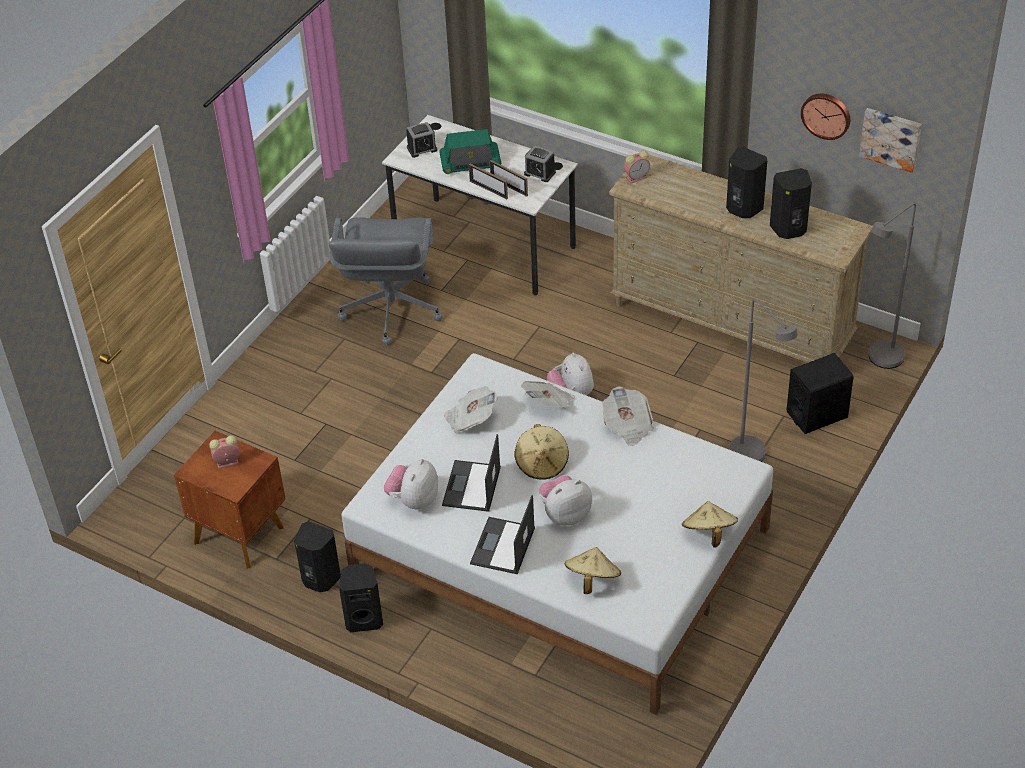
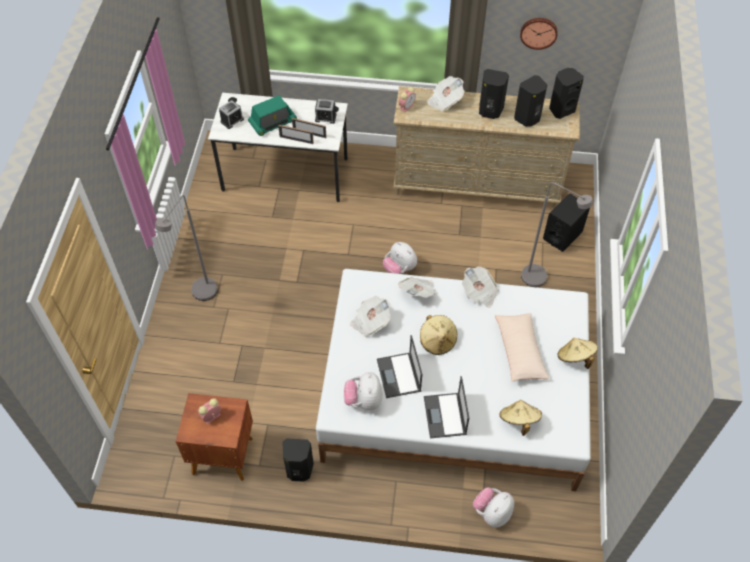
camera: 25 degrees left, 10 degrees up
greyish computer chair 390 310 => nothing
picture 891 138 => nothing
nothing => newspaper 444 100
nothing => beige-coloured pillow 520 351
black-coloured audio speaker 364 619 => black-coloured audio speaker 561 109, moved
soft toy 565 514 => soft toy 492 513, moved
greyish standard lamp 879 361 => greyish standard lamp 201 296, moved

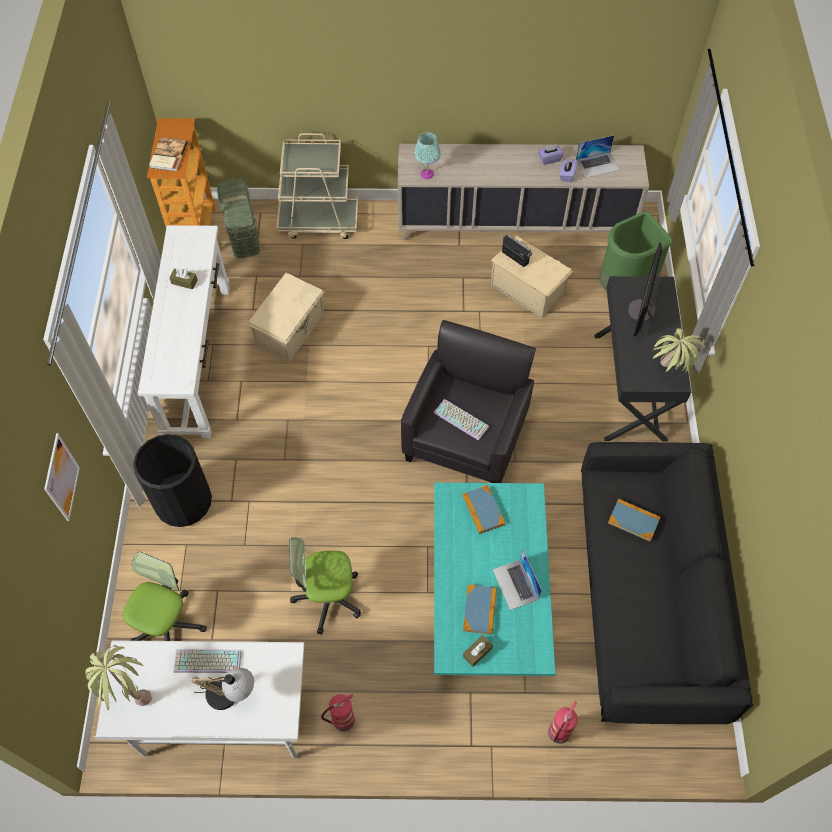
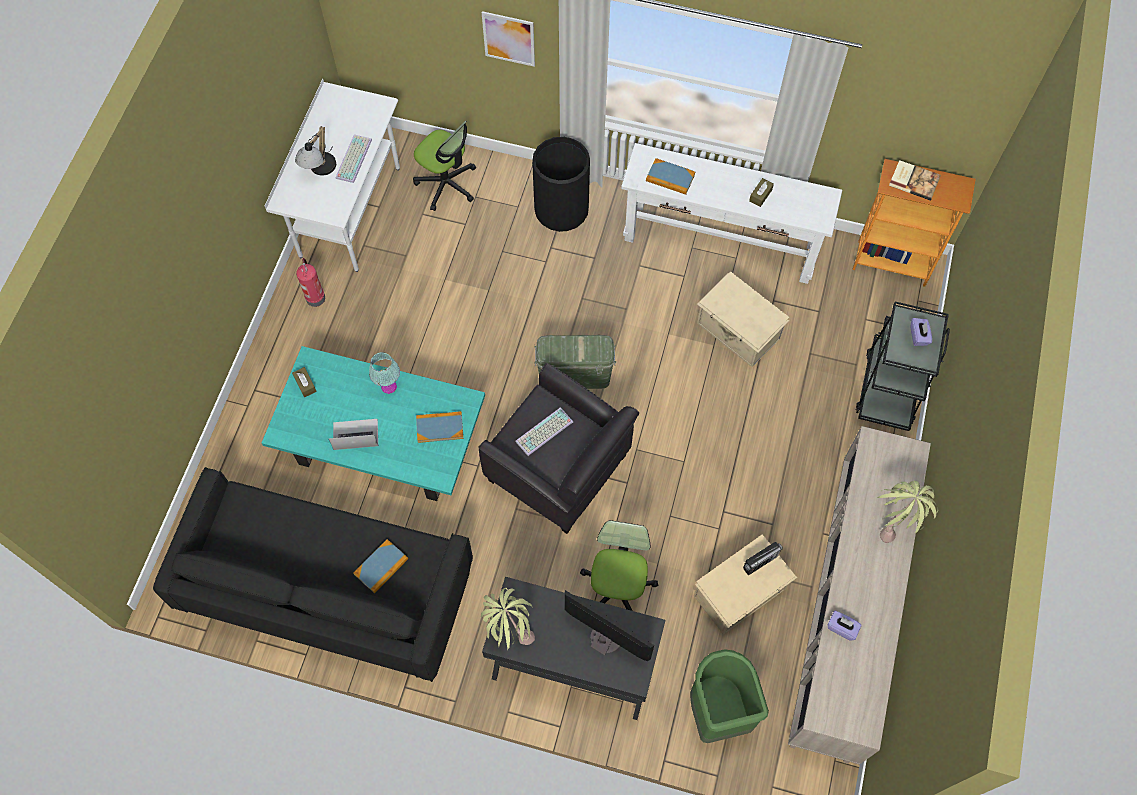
camera: 105 degrees right, 5 degrees up
extinguisher 558 733 => nothing
notebook computer 597 165 => nothing
houseplant 127 692 => houseplant 895 523, moved
greenish storage container 242 234 => greenish storage container 575 374, moved
computer chair 328 597 => computer chair 617 588, moved
turquoise lamp for a table 427 174 => turquoise lamp for a table 388 386, moved
book 479 610 => book 670 178, moved
purple tissue box 549 159 => purple tissue box 919 336, moved
beige-coloured wheeled cart 319 221 => black-coloured wheeled cart 888 388

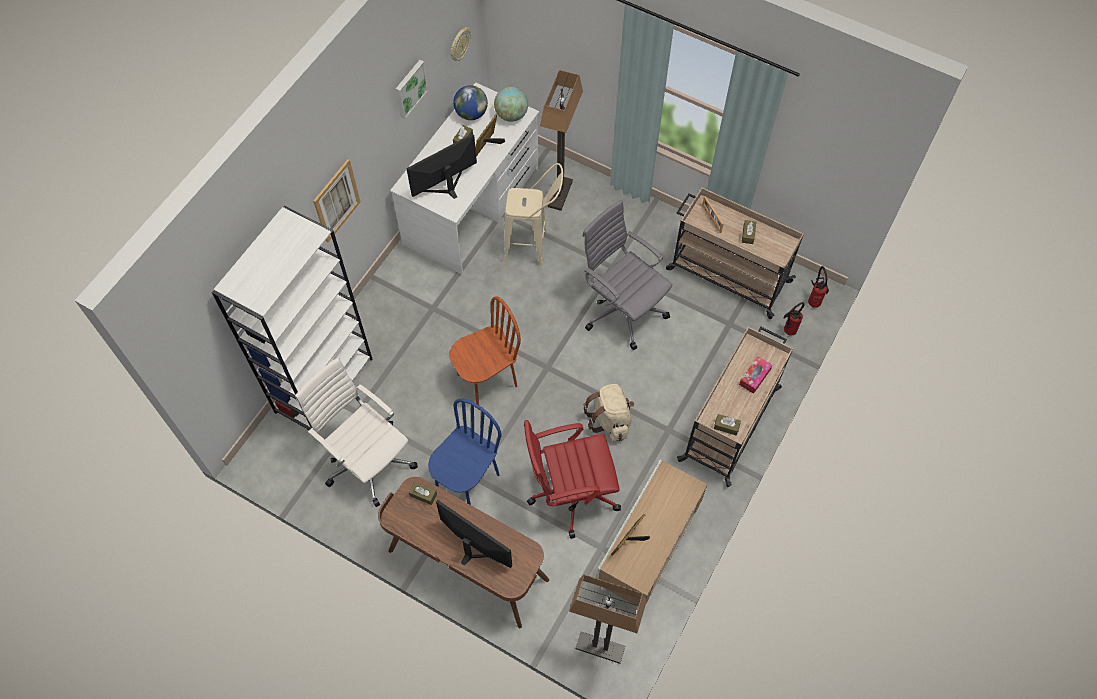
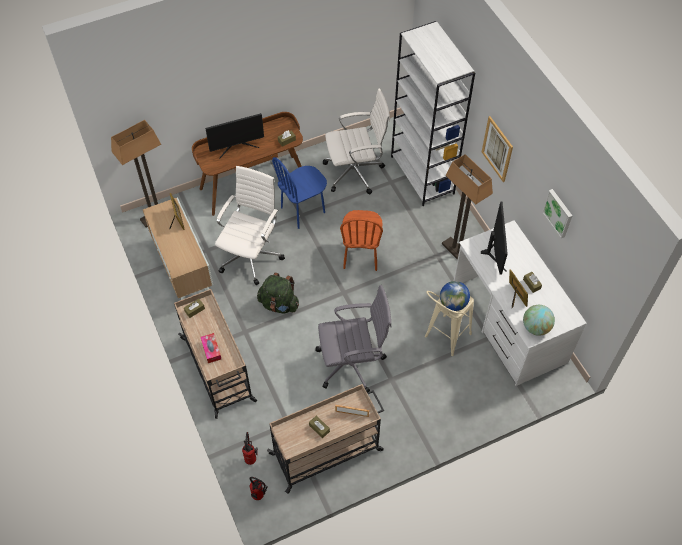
camera: 125 degrees right, 5 degrees down
clock on the wall 459 44 => nothing
globe 471 114 => globe 453 303, moved
standard lamp 560 194 => standard lamp 455 251, moved
red computer chair 570 493 => white-coloured computer chair 251 255
beige-coloured backpack 610 419 => greenish backpack 279 304
bluish upright chair 467 480 => bluish upright chair 303 210, 75 degrees clockwise

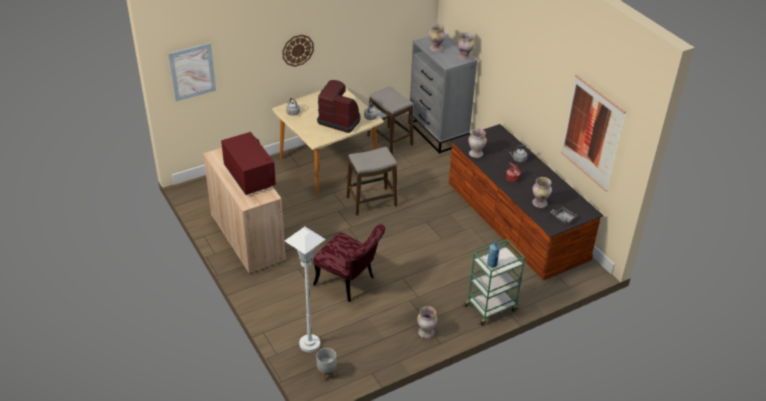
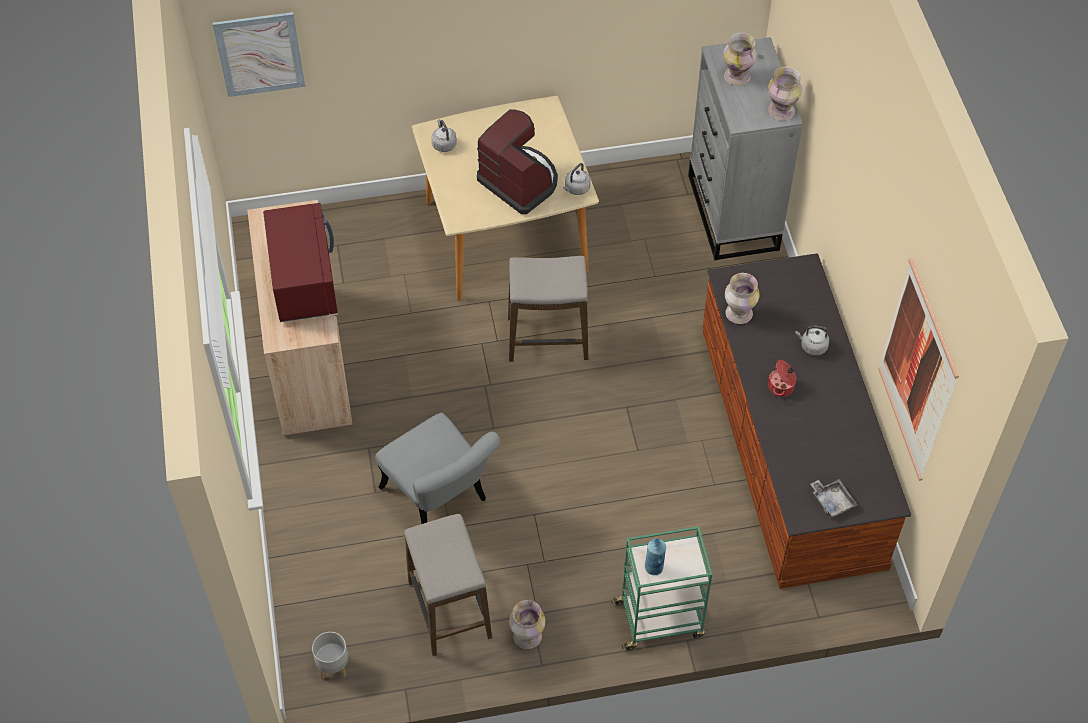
camera: 20 degrees right, 15 degrees up
clock on the wall 297 50 => nothing
white-coloured standard lamp 309 344 => nothing
decorative vase 540 203 => nothing
stool 390 140 => stool 450 609, moved
red upright chair 349 283 => greyish upright chair 440 500

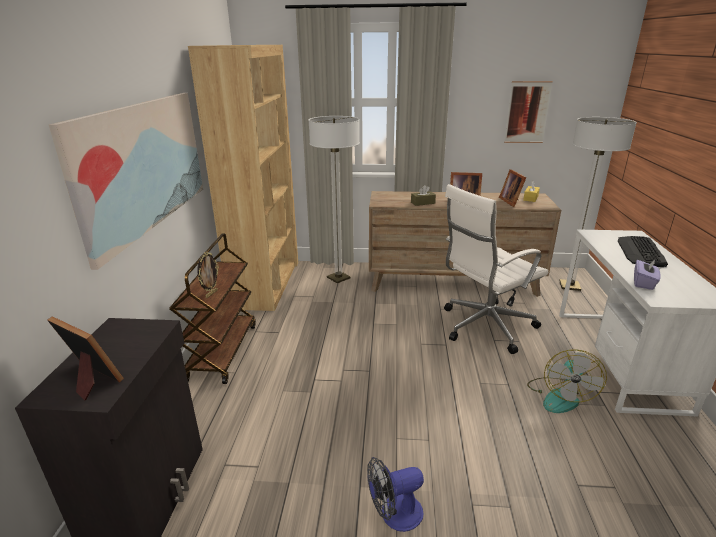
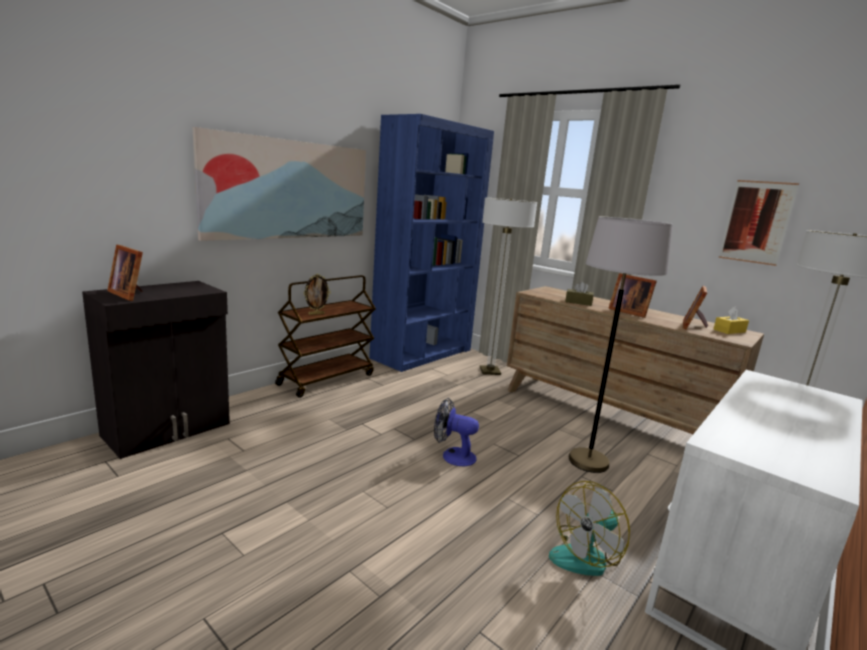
camera: 35 degrees right, 10 degrees down
PC keyboard 640 252 => nothing
purple tissue box 643 283 => nothing
cooling fan 394 515 => cooling fan 453 455, moved
white-coloured computer chair 484 326 => greyish standard lamp 588 461
brown-coloured shelving unit 266 283 => bluish shelving unit 422 354
standing frame 90 379 => standing frame 130 294, 150 degrees clockwise

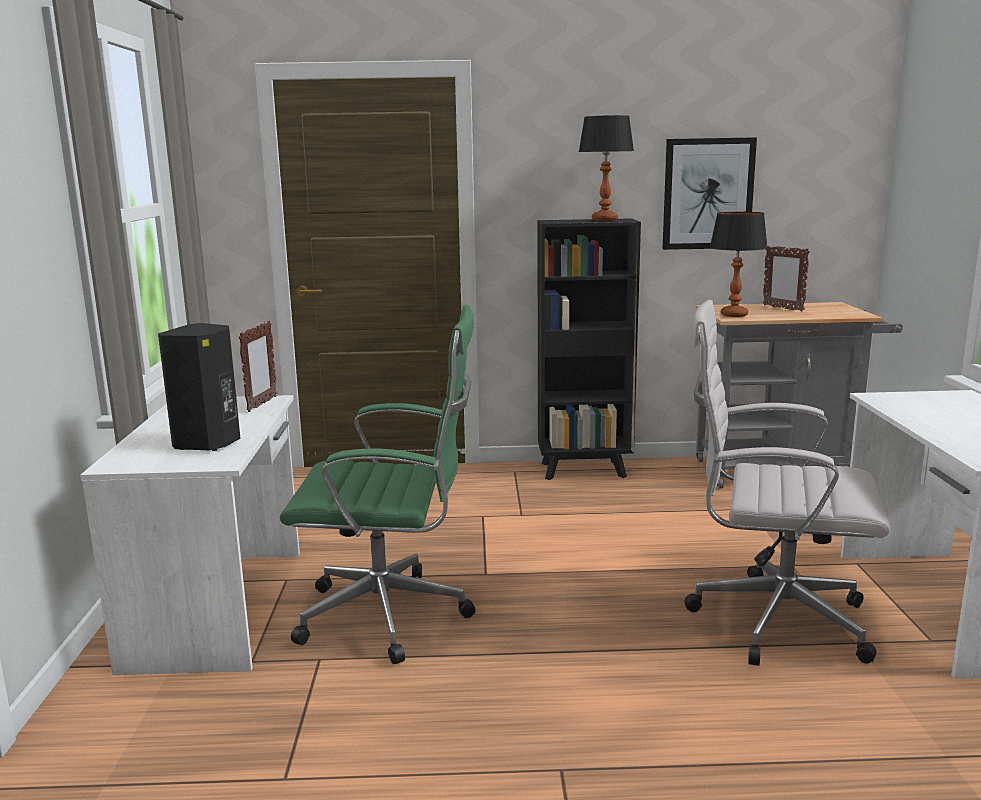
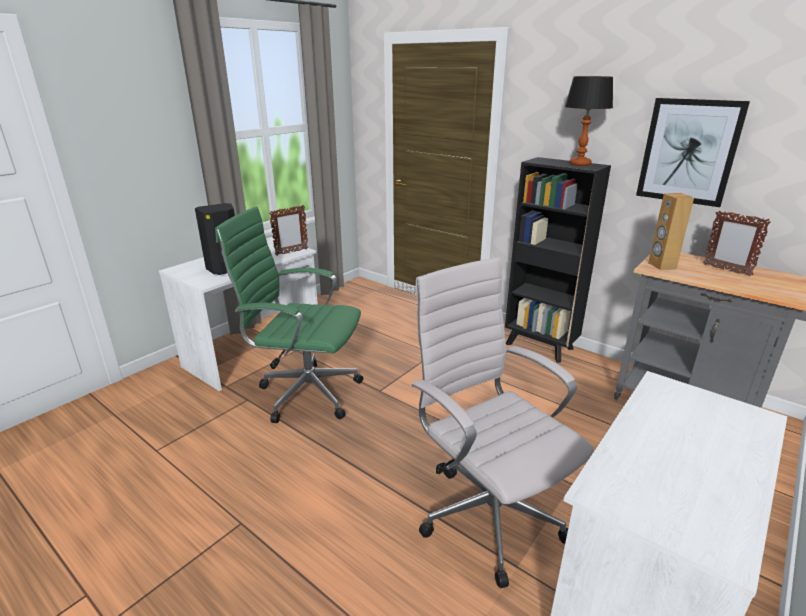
camera: 40 degrees right, 10 degrees up
lamp for a table 734 315 => brown-coloured audio speaker 661 266
greenish computer chair 392 616 => greenish computer chair 305 393, 150 degrees clockwise
standing frame 782 308 => standing frame 726 270, 45 degrees counterclockwise

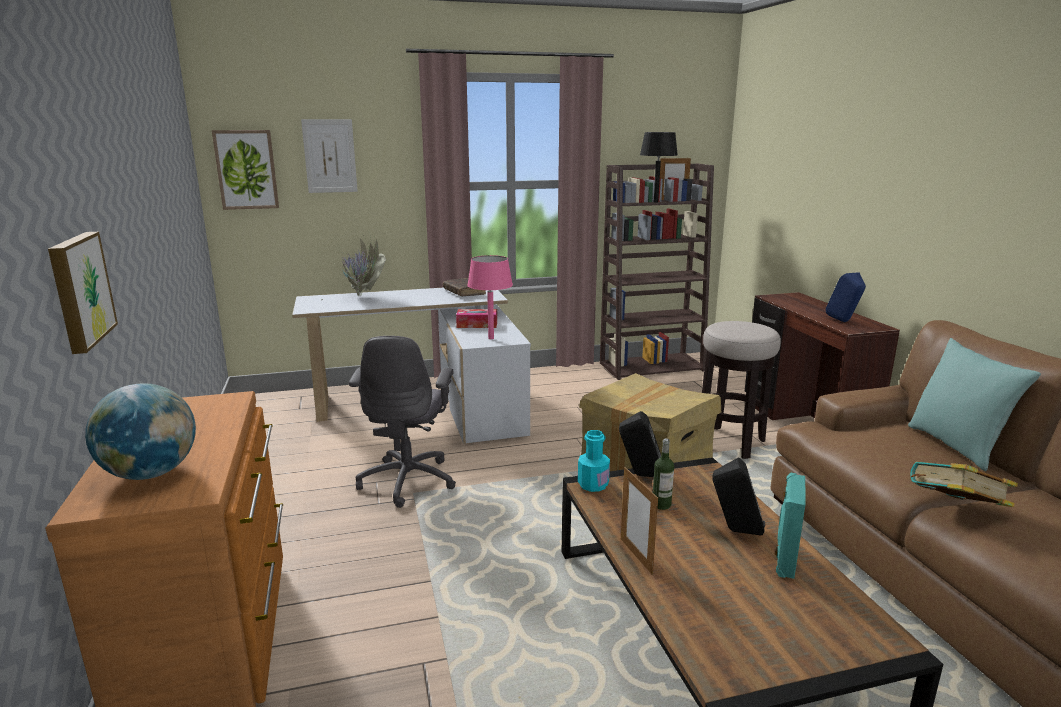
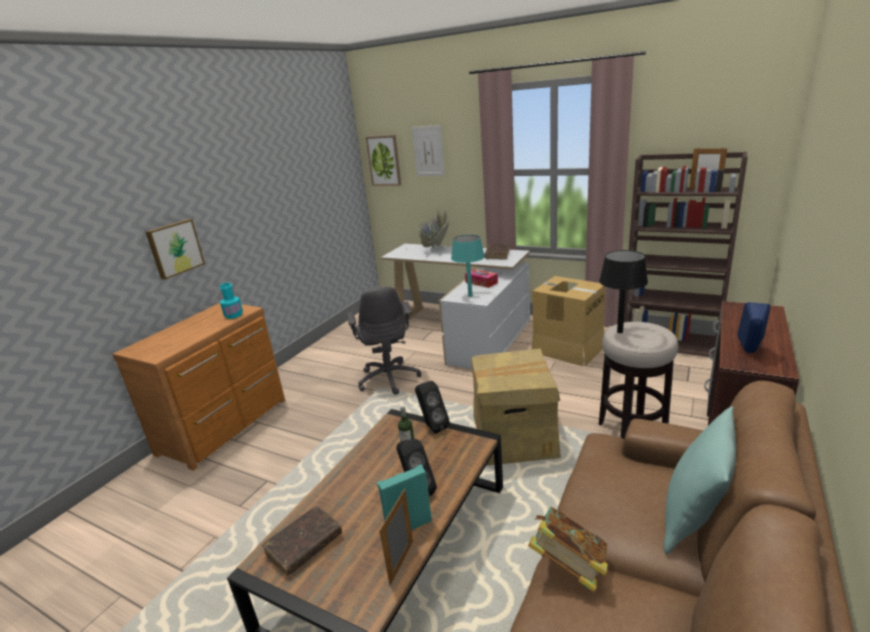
camera: 45 degrees right, 5 degrees up
globe 151 474 => nothing
nothing => brown-coloured book 304 545
nothing => cardboard box 568 348
turquoise drink bottle 593 485 => turquoise drink bottle 234 315, moved
standing frame 636 556 => standing frame 401 562, moved
black-coloured lamp for a table 655 202 => black-coloured lamp for a table 619 332, moved
pink lamp for a table 491 338 => turquoise lamp for a table 470 295
greyish computer chair 408 480 => greyish computer chair 389 378, 60 degrees counterclockwise

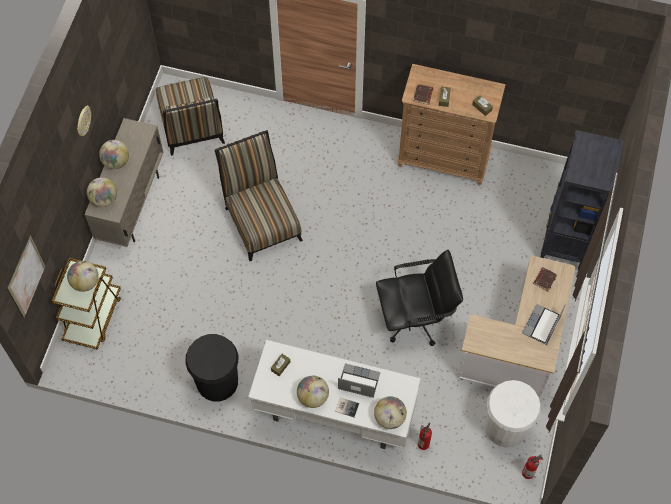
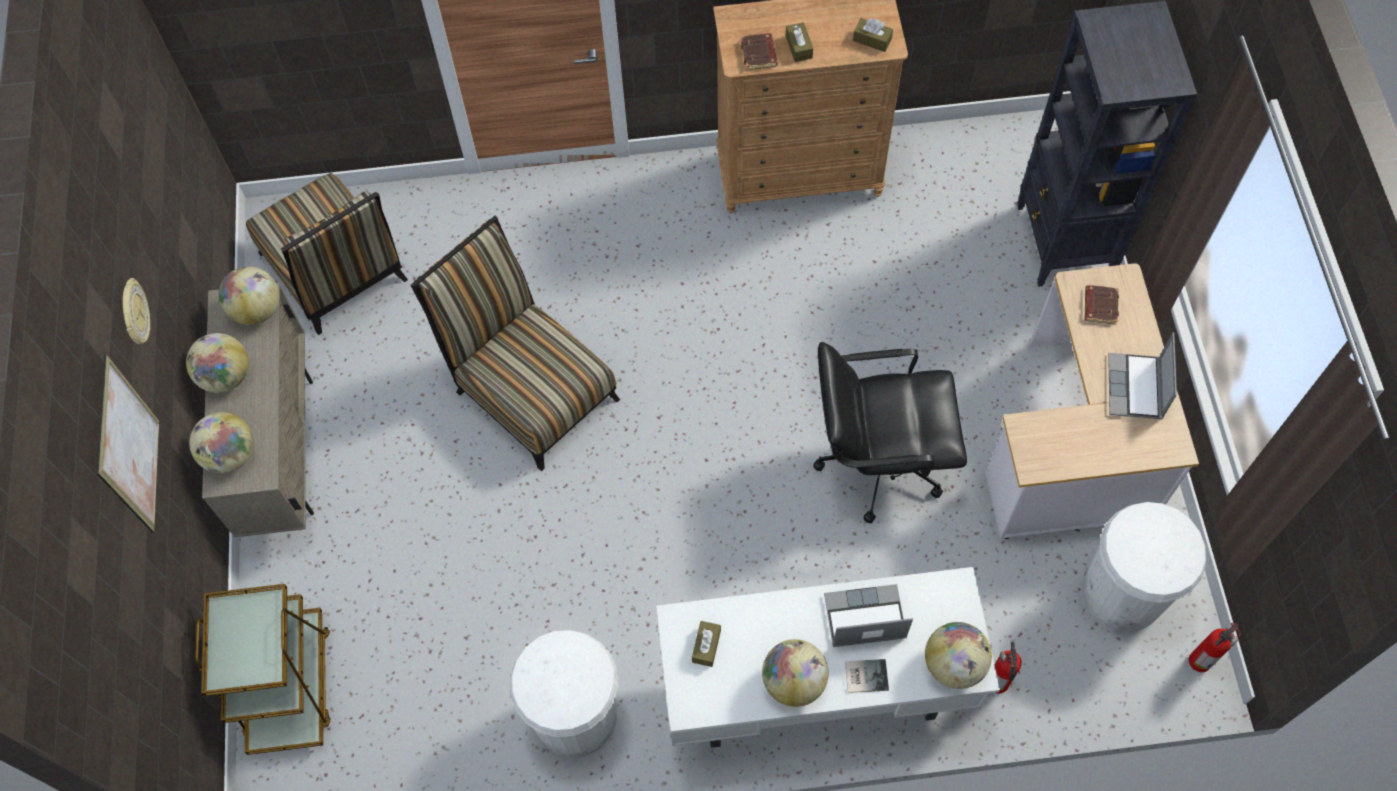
camera: 20 degrees left, 0 degrees up
picture 26 276 => picture 128 445, moved
globe 85 282 => globe 257 310, moved
black-coloured trash can 217 381 => white-coloured trash can 575 716
black-coloured computer chair 415 318 => black-coloured computer chair 878 461, 150 degrees counterclockwise

